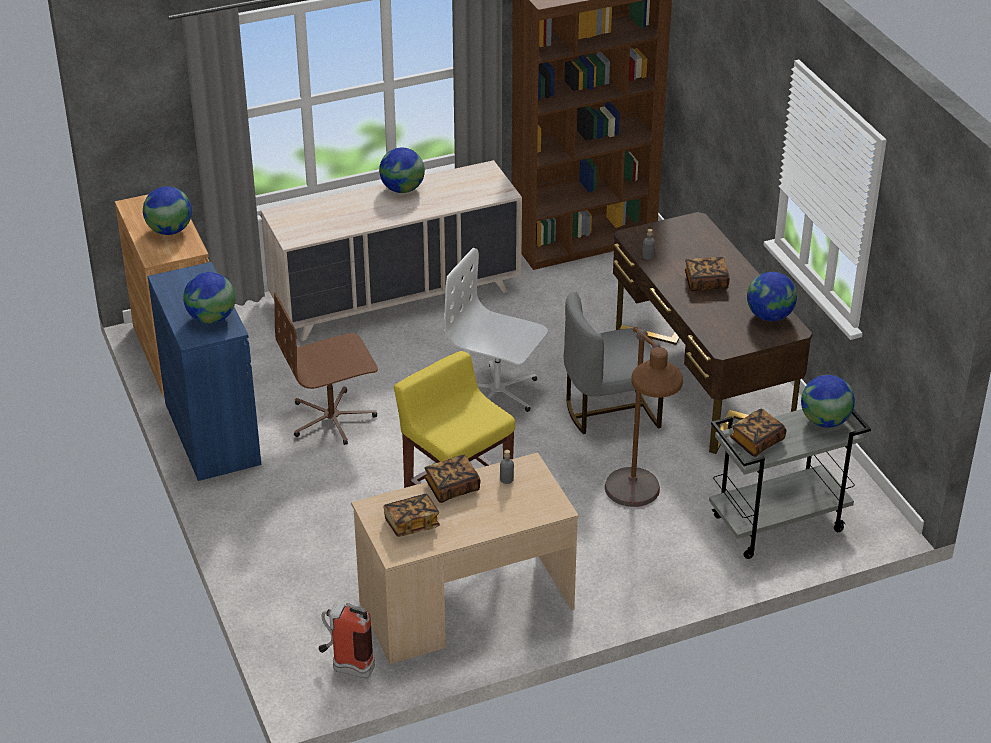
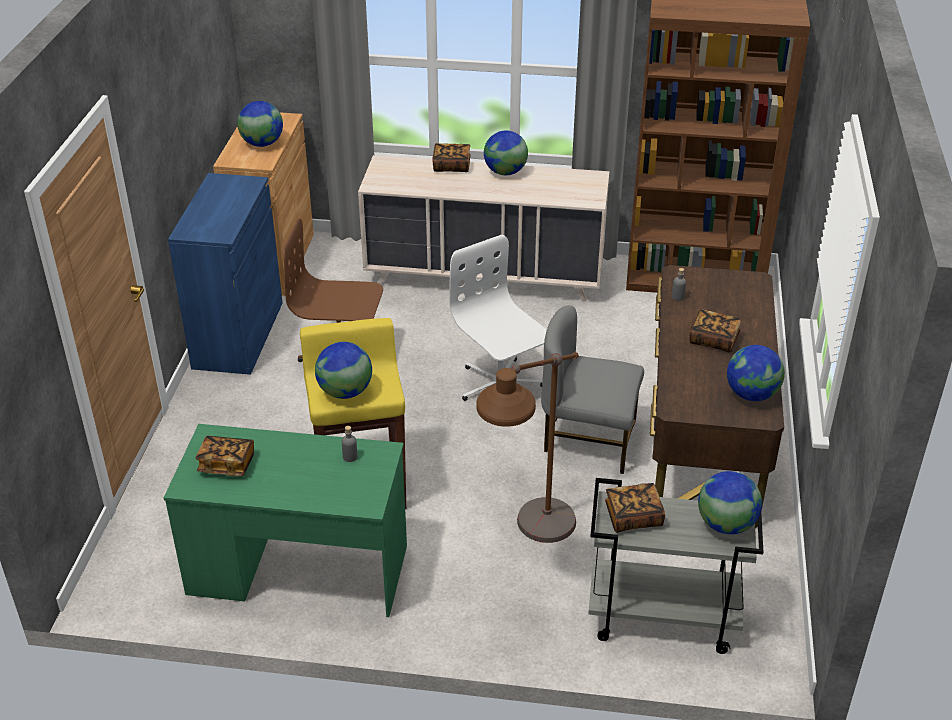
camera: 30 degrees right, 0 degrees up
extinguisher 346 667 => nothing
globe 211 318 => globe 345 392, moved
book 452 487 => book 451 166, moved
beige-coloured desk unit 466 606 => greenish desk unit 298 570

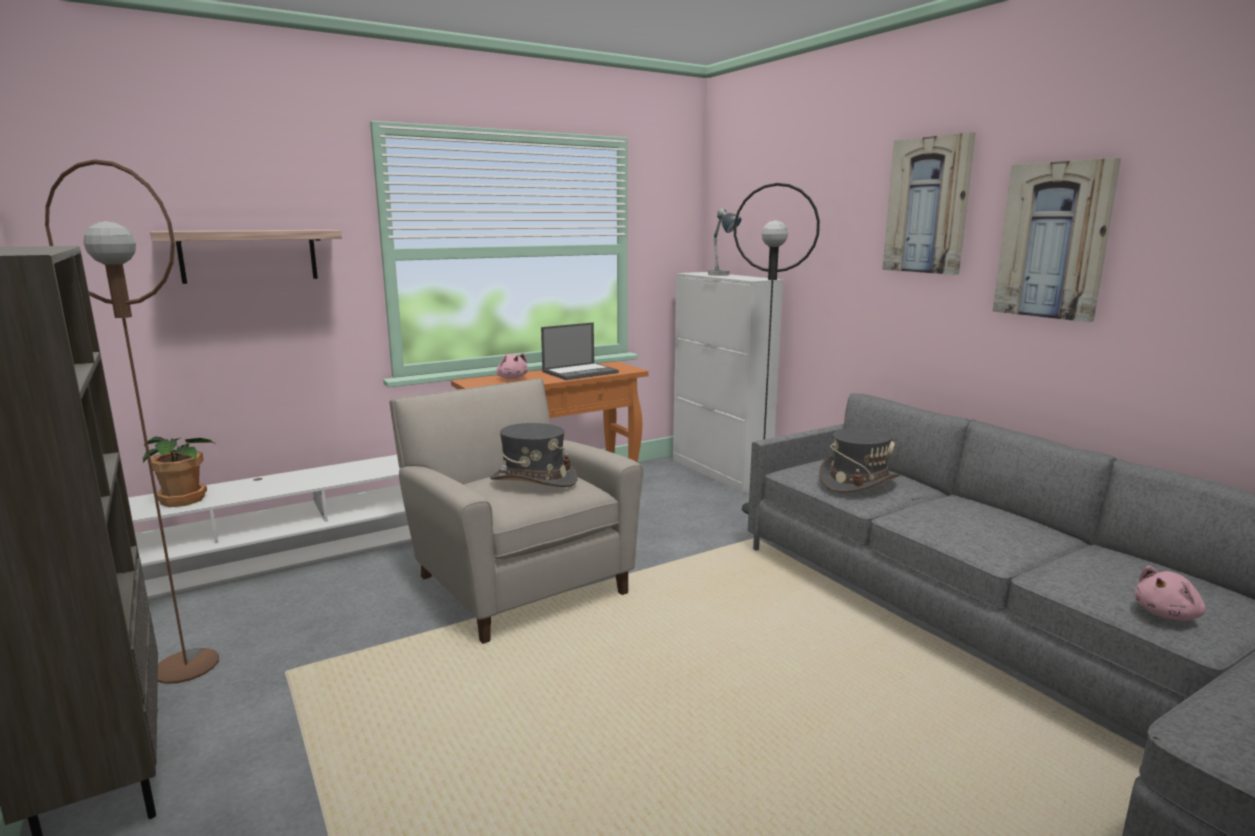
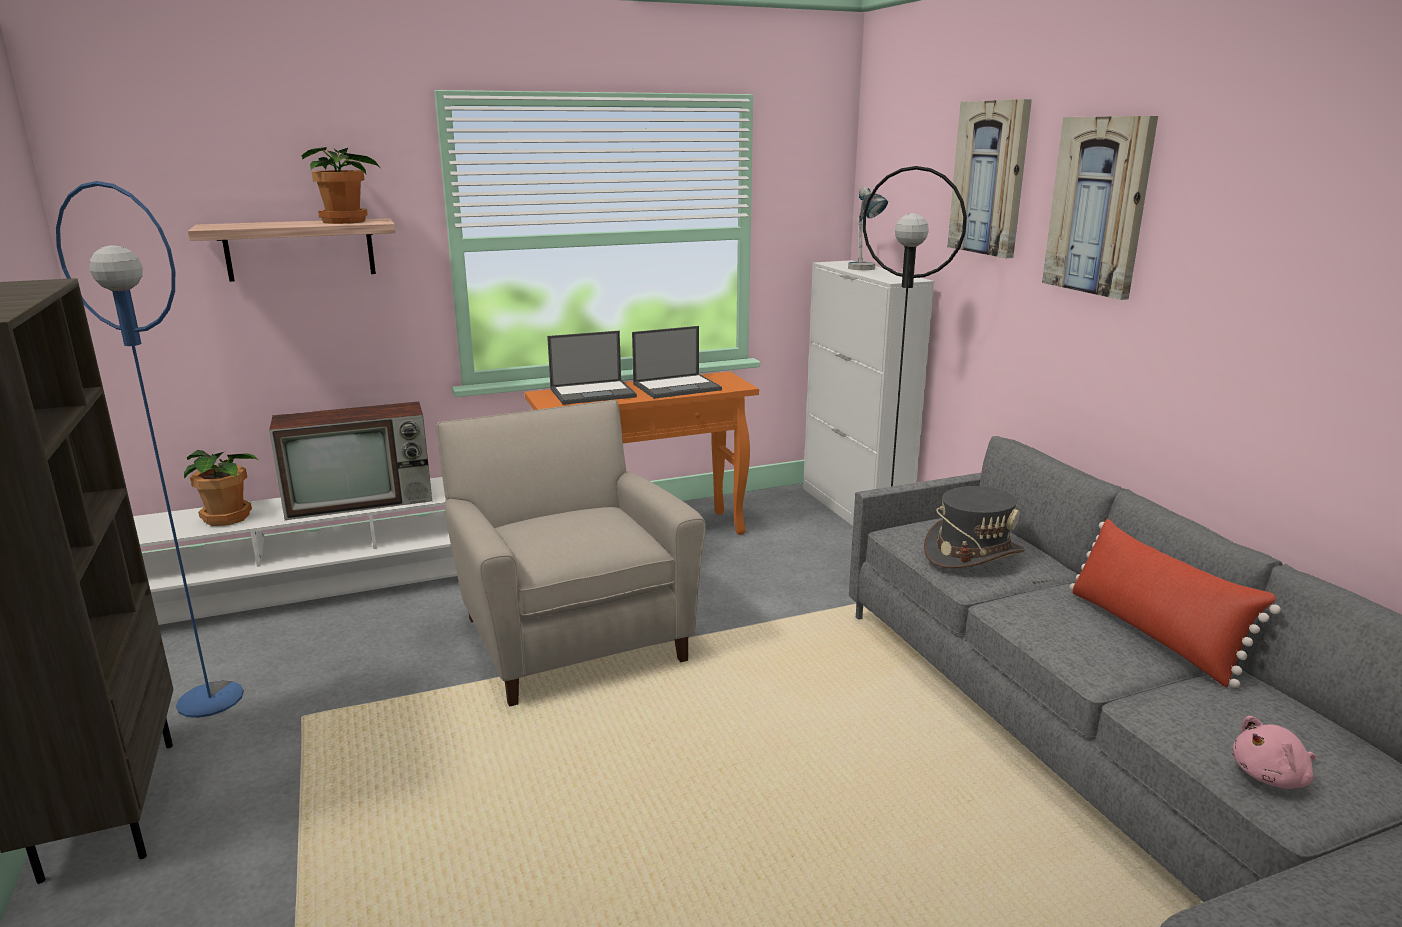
camera: 10 degrees right, 5 degrees up
greyish hat 533 480 => nothing
nothing => television 363 500
nothing => houseplant 346 221
nothing => red pillow 1152 634
picture 1054 240 => picture 990 178, moved
pink soft toy 512 378 => notebook computer 593 393
brown-coloured standard lamp 187 666 => bluish standard lamp 211 699

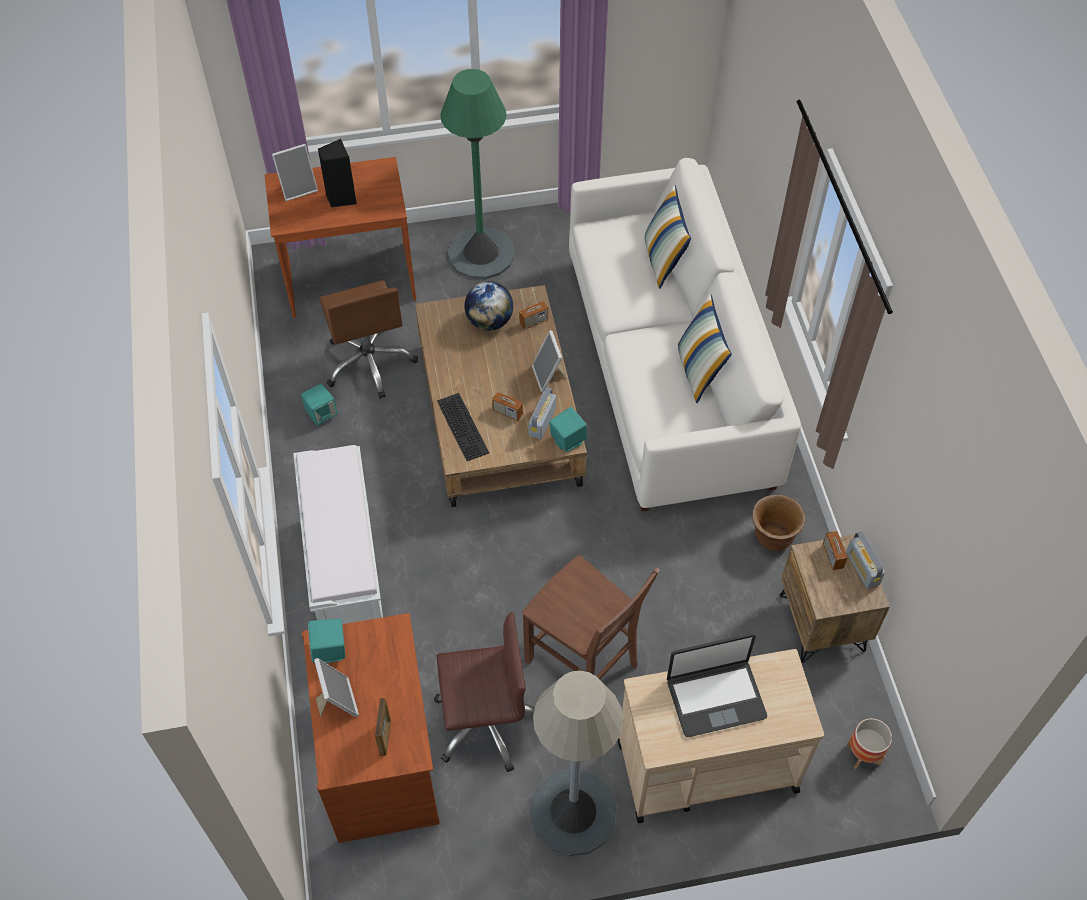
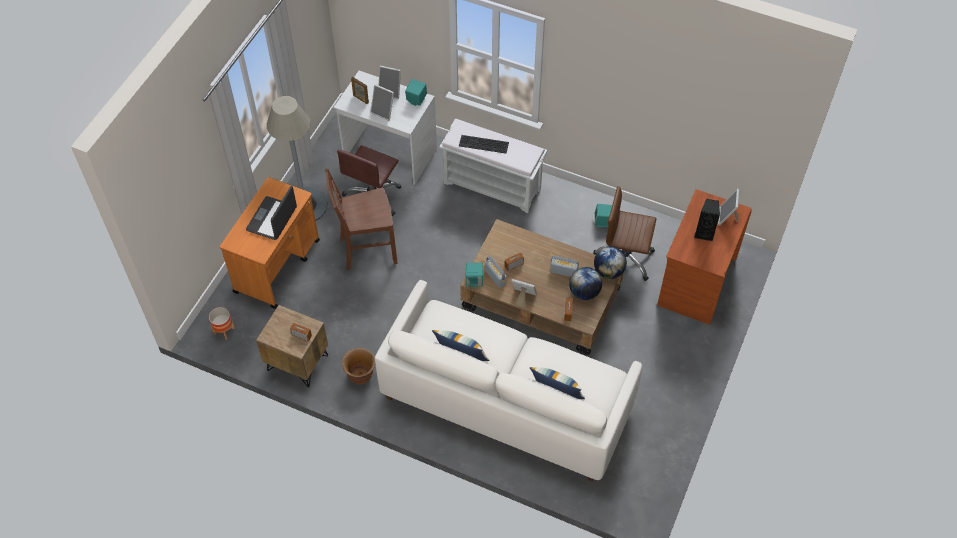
camera: 125 degrees right, 0 degrees up
greenish standard lamp 481 253 => nothing
nothing => standing frame 384 112
nothing => globe 608 271
PC keyboard 464 427 => PC keyboard 483 145, moved
radio 862 568 => radio 563 271, moved
brown-coloured desk unit 381 759 => white-coloured desk unit 389 154
beige-coloured wheeled cart 705 766 => orange-coloured wheeled cart 277 265

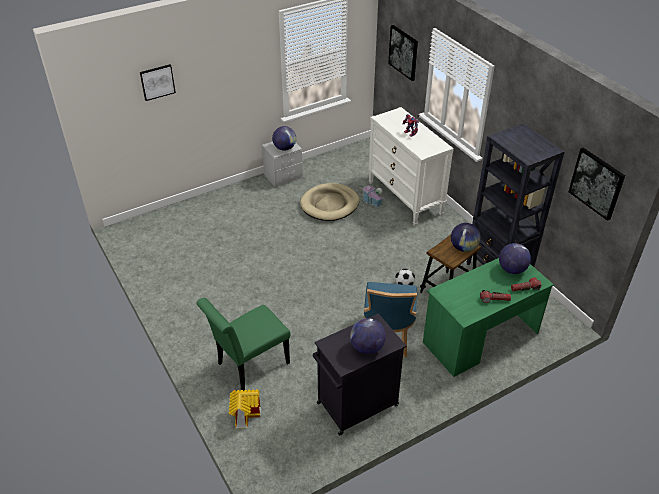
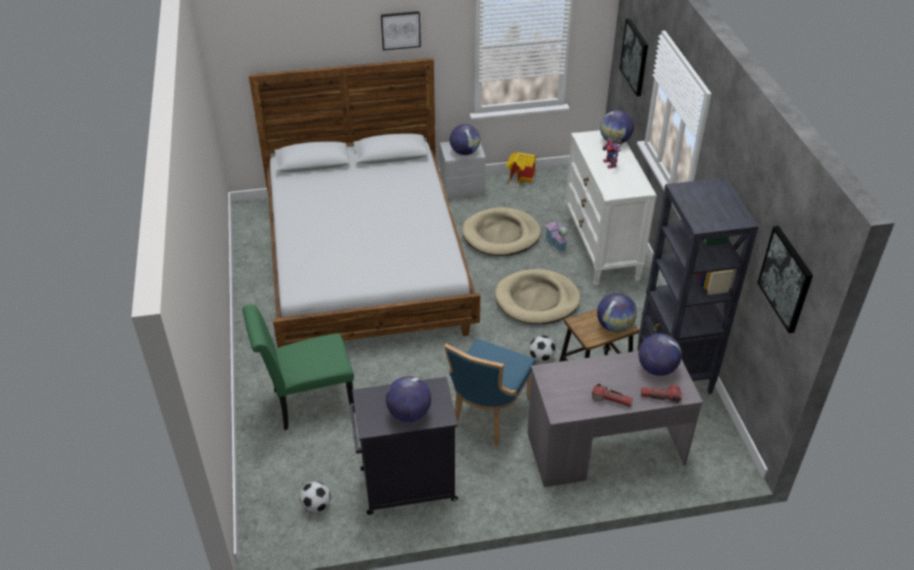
camera: 20 degrees right, 0 degrees up
nothing => bedroom bed 366 261
nothing => football ball 316 506
nothing => beige-coloured pet bed 537 300
nothing => globe 615 141
picture 157 82 => picture 400 30, moved
miniature house 245 414 => miniature house 520 178, moved
greenish desk unit 480 338 => greyish desk unit 605 449

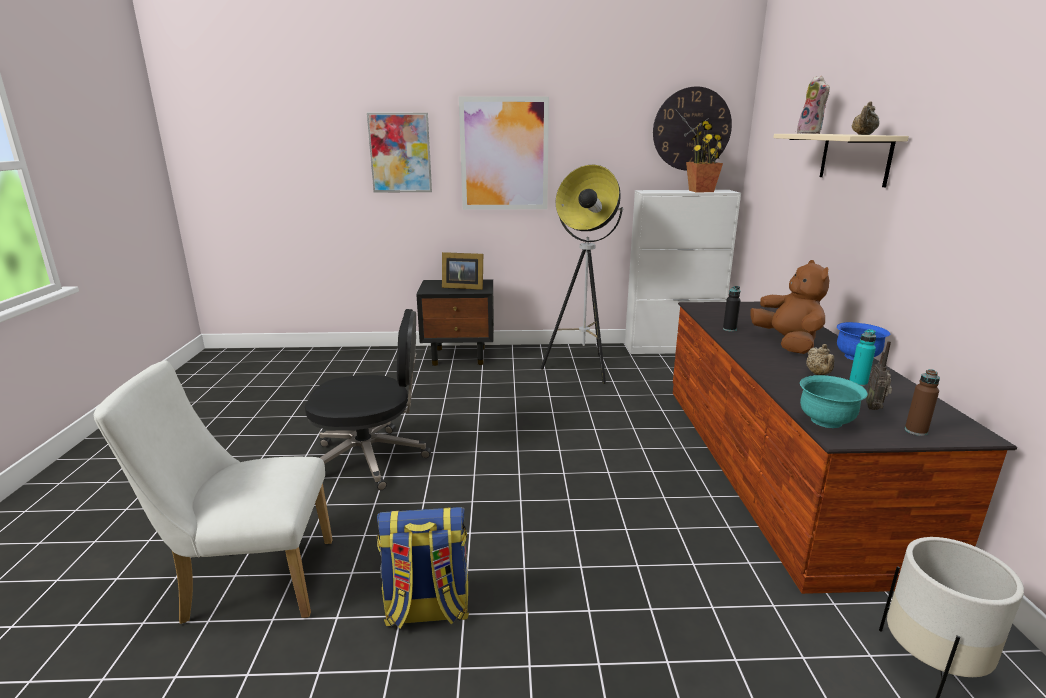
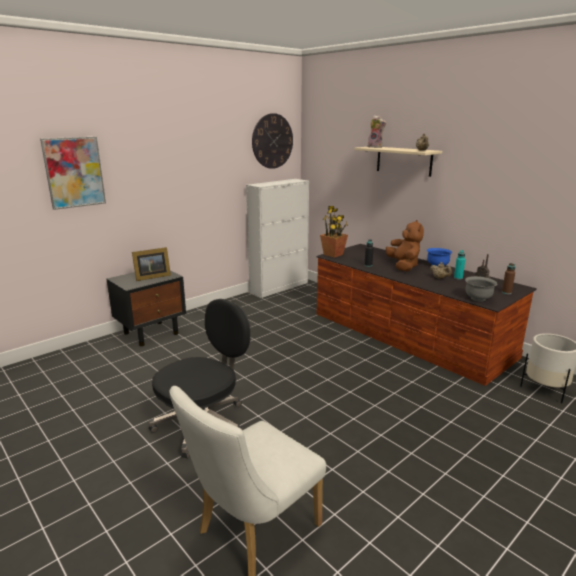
camera: 40 degrees left, 0 degrees up
backpack 427 610 => nothing
picture 504 154 => nothing
standard lamp 583 368 => nothing
houseplant 701 191 => houseplant 333 254, moved
turquoise deep dish 825 421 => greyish deep dish 478 299
brown-coloured soft toy 787 344 => brown-coloured soft toy 403 266, 45 degrees clockwise

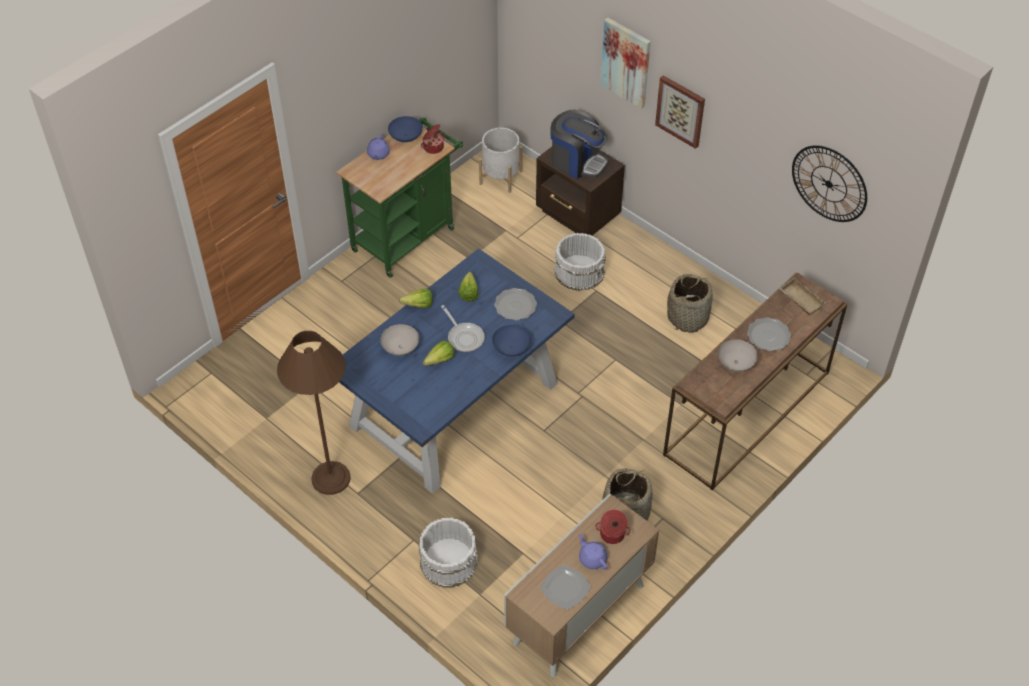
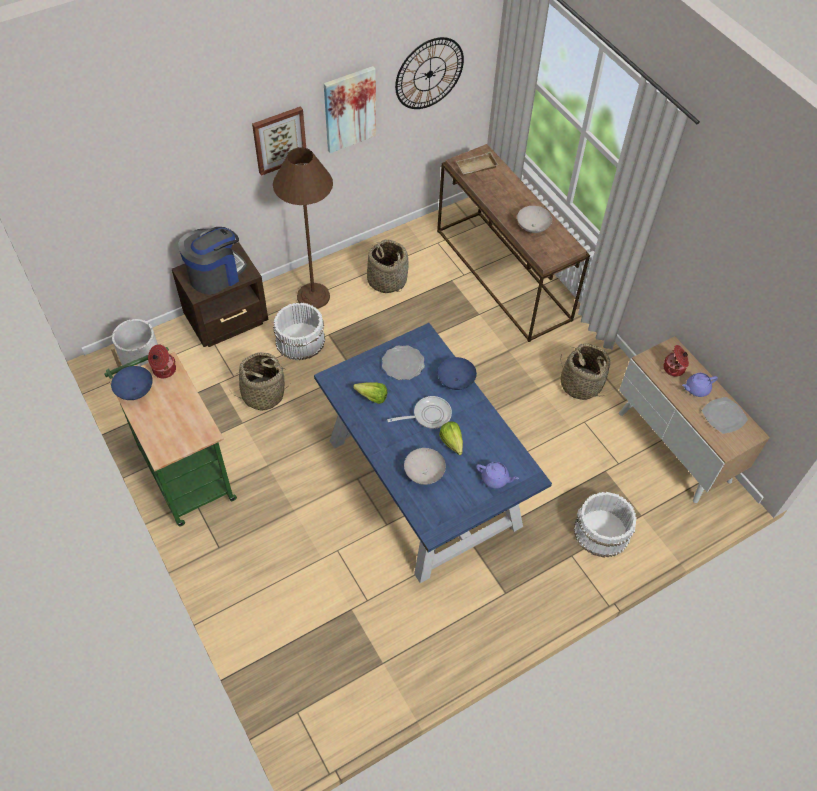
camera: 75 degrees left, 5 degrees up
lettuce head 416 305 => nothing
plate 768 336 => nothing
nothing => basket 263 394
brown-coloured standard lamp 330 478 => brown-coloured standard lamp 313 296, moved
purple teapot 378 154 => purple teapot 495 479, moved
picture 626 62 => picture 349 109, moved

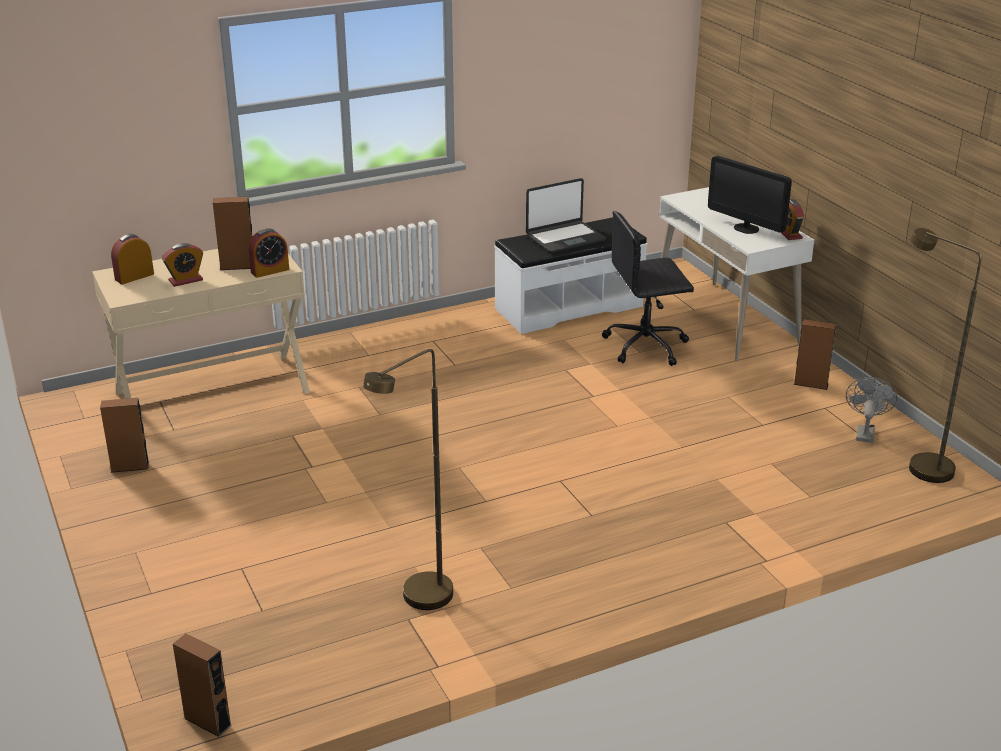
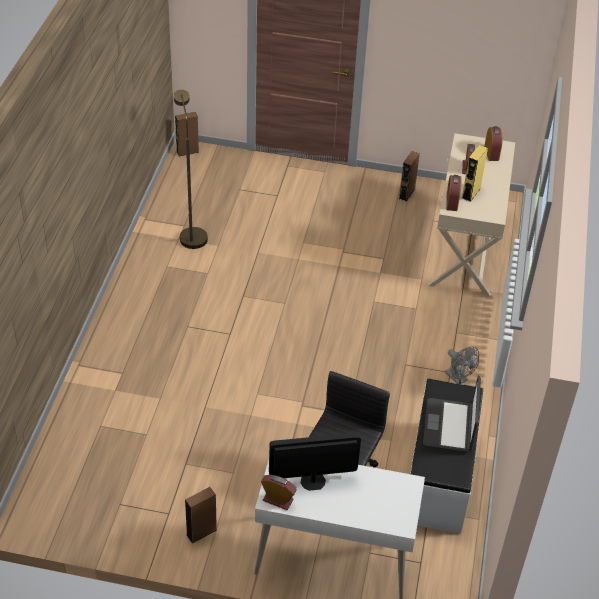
camera: 125 degrees right, 15 degrees up
brown-coloured standard lamp 919 465 => nothing
greyish cooling fan 865 432 => greyish cooling fan 458 379, moved
brown-coloured audio speaker 237 266 => yellow audio speaker 471 193

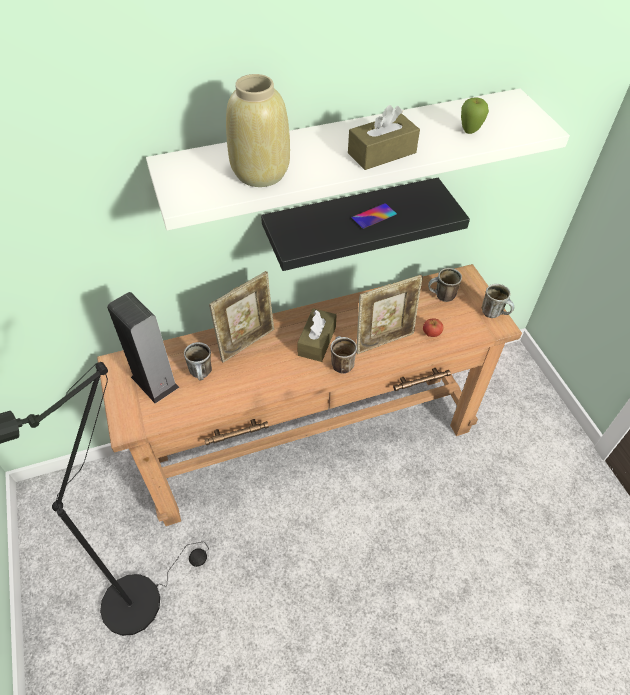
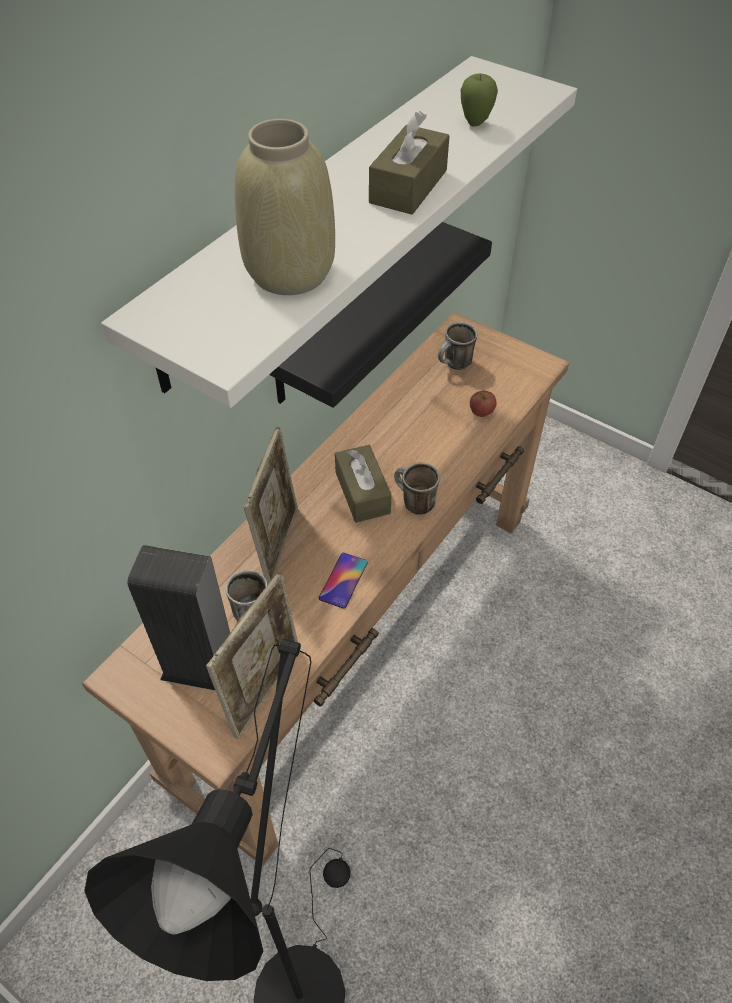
camera: 35 degrees left, 0 degrees up
coffee mug 495 313 => nothing
handset 374 216 => handset 343 580, moved
standing frame 384 340 => standing frame 264 688, moved

